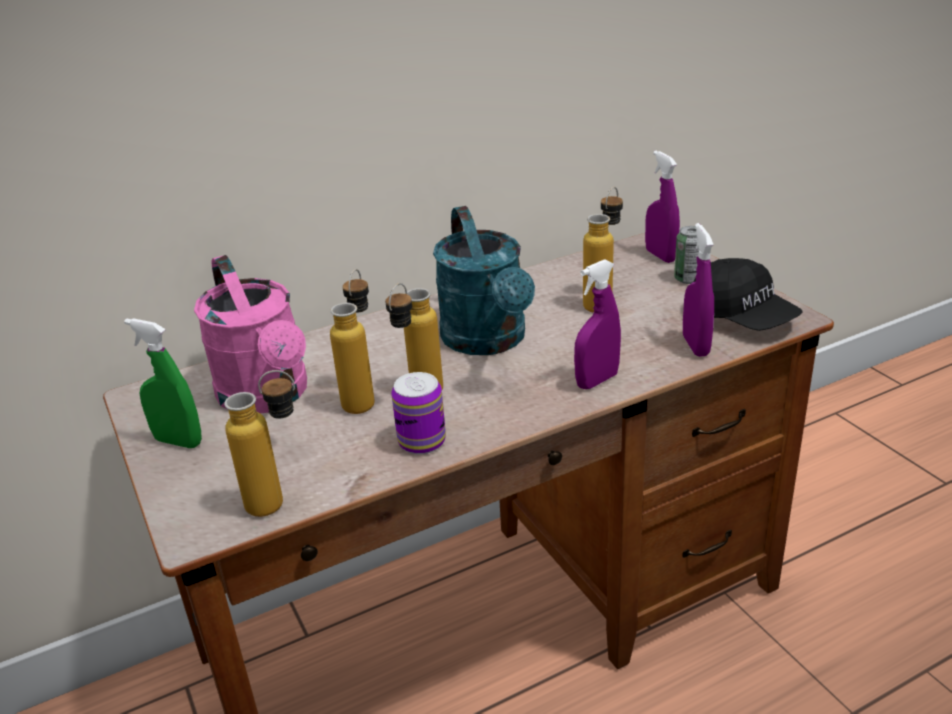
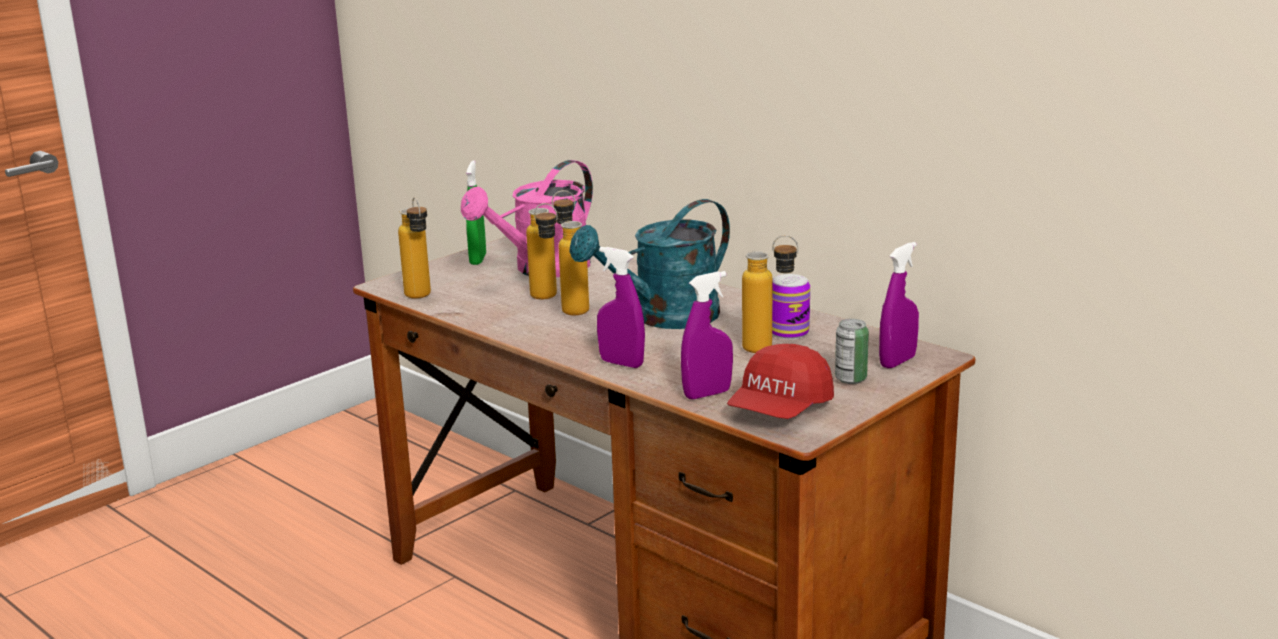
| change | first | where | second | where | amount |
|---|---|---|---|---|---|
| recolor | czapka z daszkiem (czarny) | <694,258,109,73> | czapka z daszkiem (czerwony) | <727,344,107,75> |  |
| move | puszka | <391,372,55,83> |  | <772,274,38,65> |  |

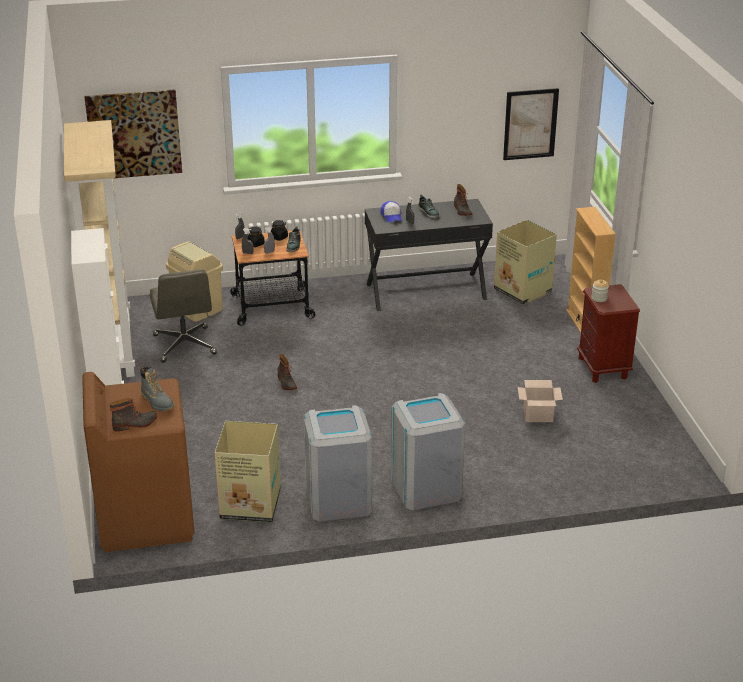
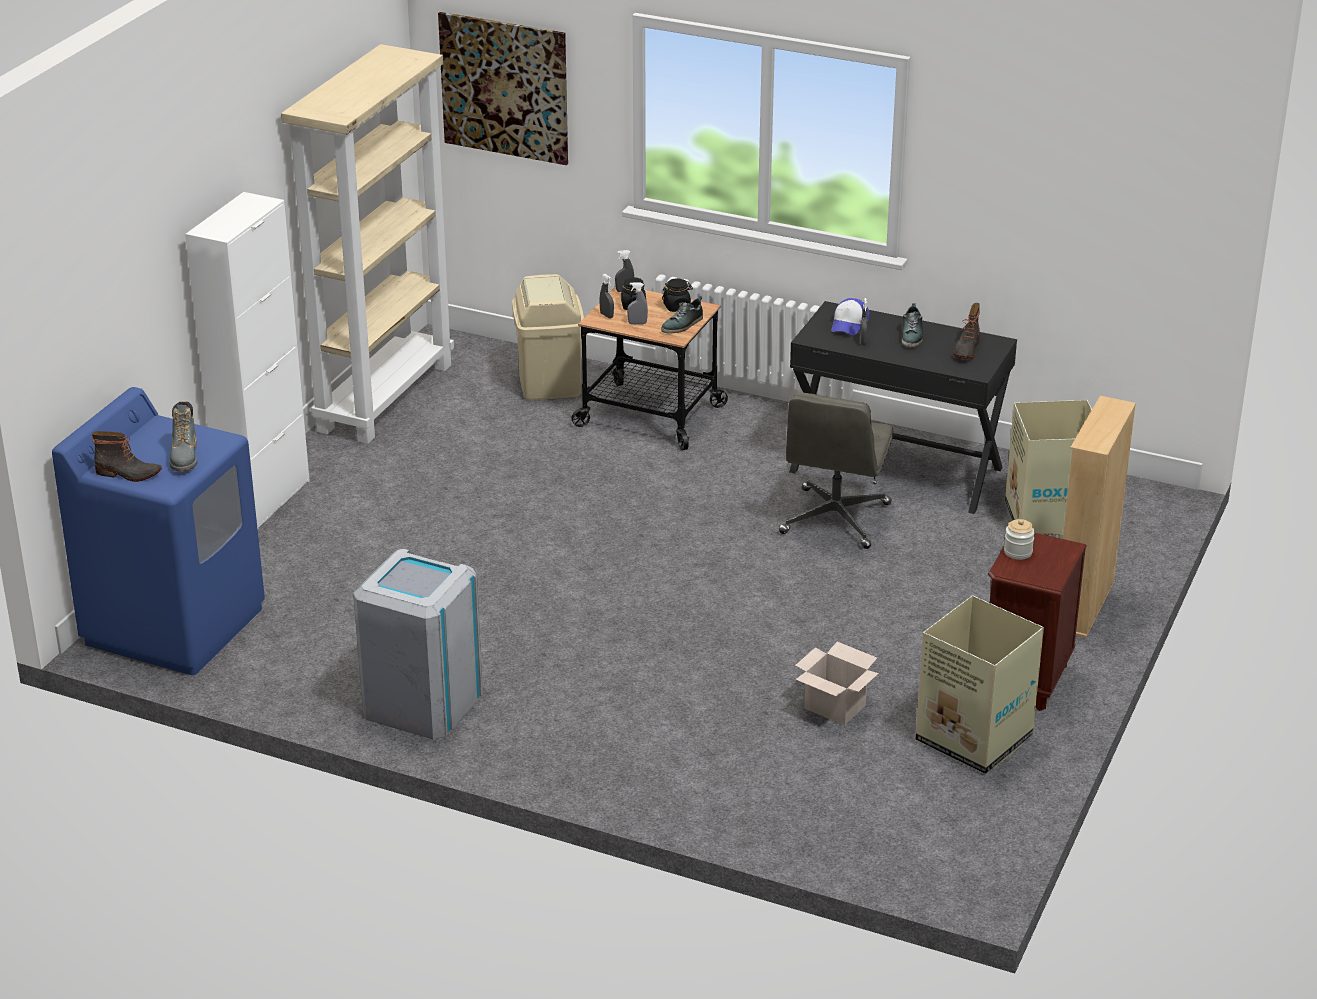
| change | first | where | second | where | amount |
|---|---|---|---|---|---|
| delete | obraz | <503,88,56,72> |  |  |  |
| move | krzesło biurowe (szary) | <150,269,67,94> |  | <779,392,115,157> |  |
| delete | but z cholewką | <277,354,20,36> |  |  |  |
| recolor | pralka (brązowy) | <82,372,113,180> | pralka (niebieski) | <52,387,213,288> |  |
| delete | kosz na śmieci (szary) | <391,393,74,118> |  |  |  |
| move | karton | <215,421,66,101> |  | <916,596,128,178> |  |

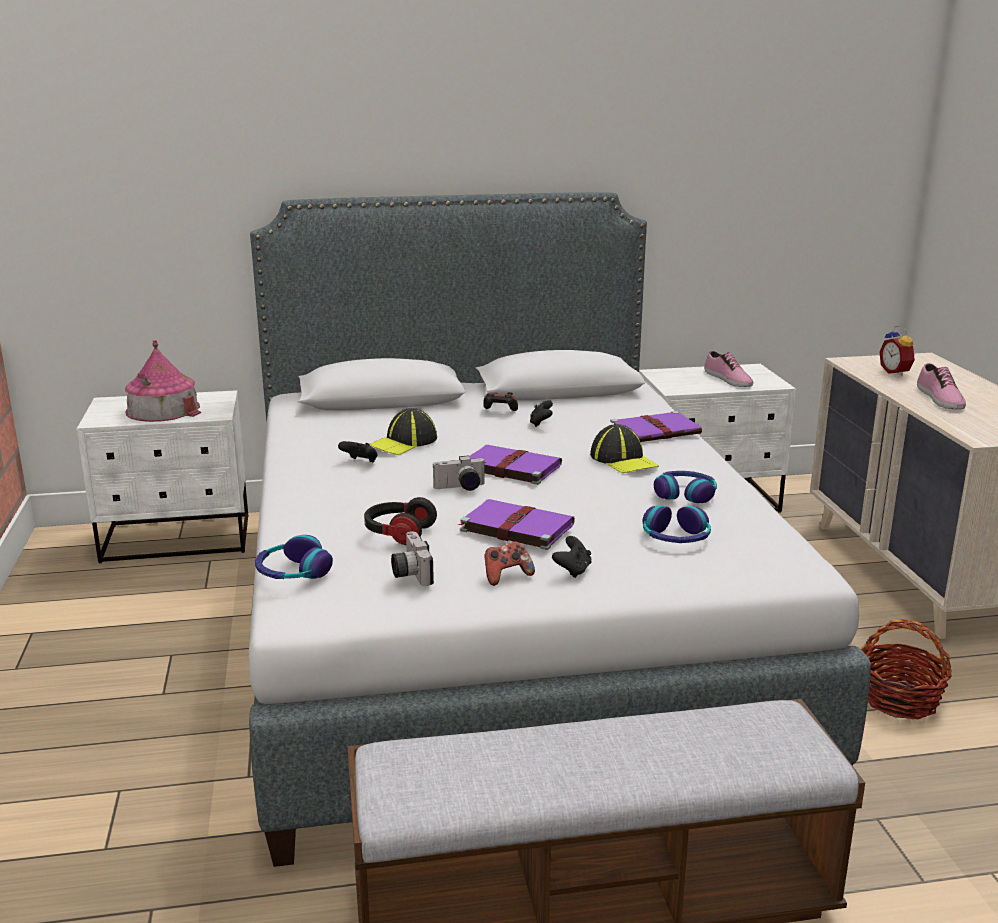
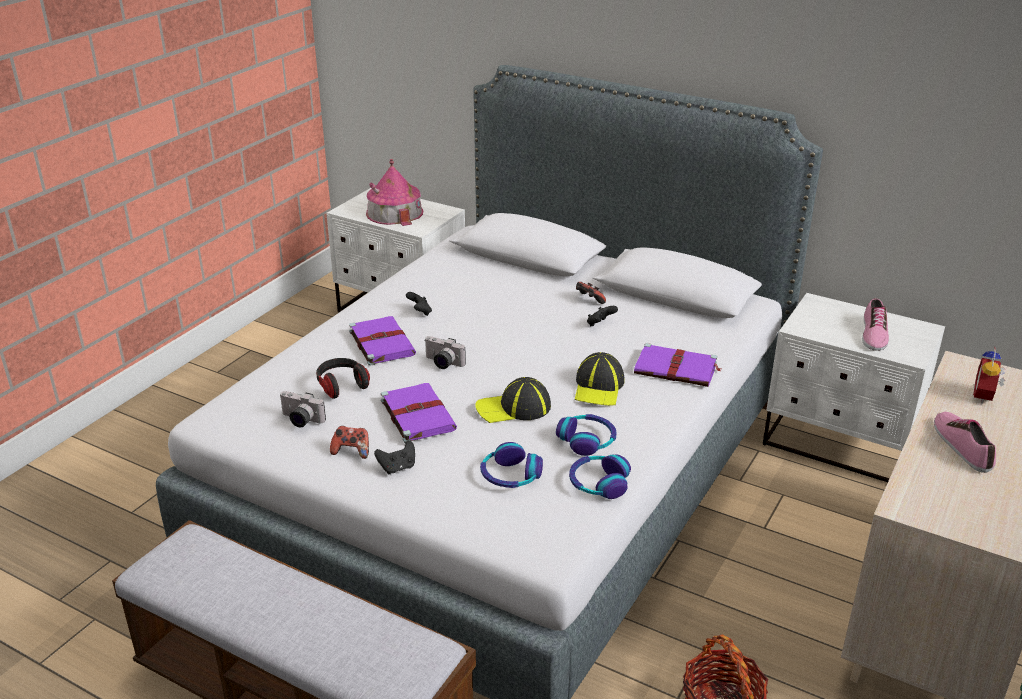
| change | first | where | second | where | amount |
|---|---|---|---|---|---|
| rotate | but | <917,363,49,47> |  | <934,412,62,61> | 135 degrees clockwise |
| move | czapka z daszkiem | <370,408,67,47> |  | <475,377,76,46> |  |
| move | książka (fioletowy) | <469,445,93,40> |  | <349,316,67,50> |  |
| rotate | aparat fotograficzny | <391,531,43,55> |  | <280,391,46,36> | 90 degrees counterclockwise |
| move | słuchawki | <255,535,78,44> |  | <569,455,62,44> |  |

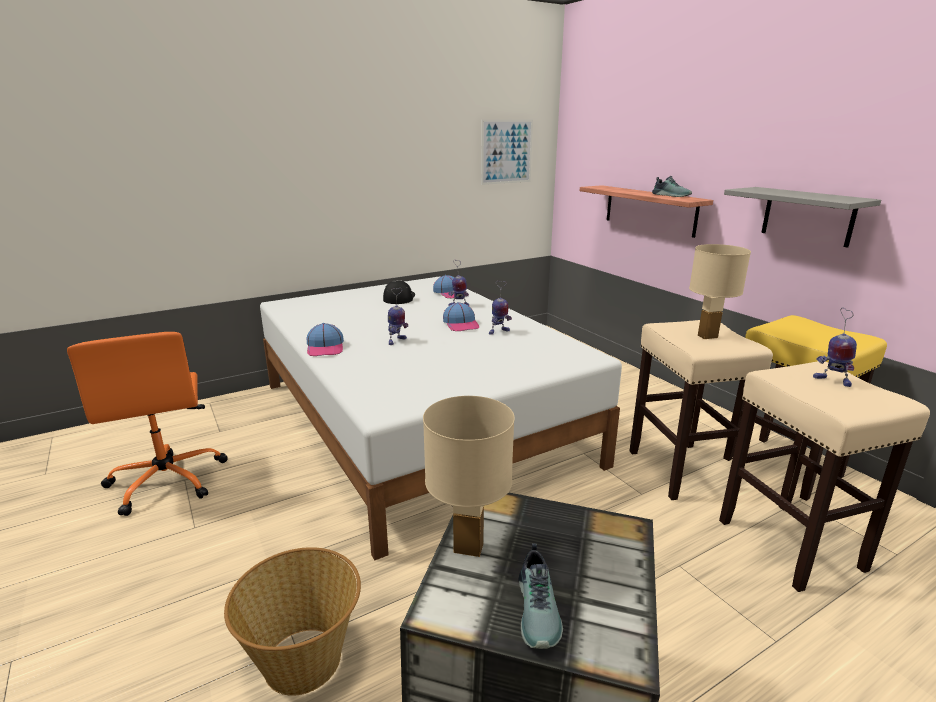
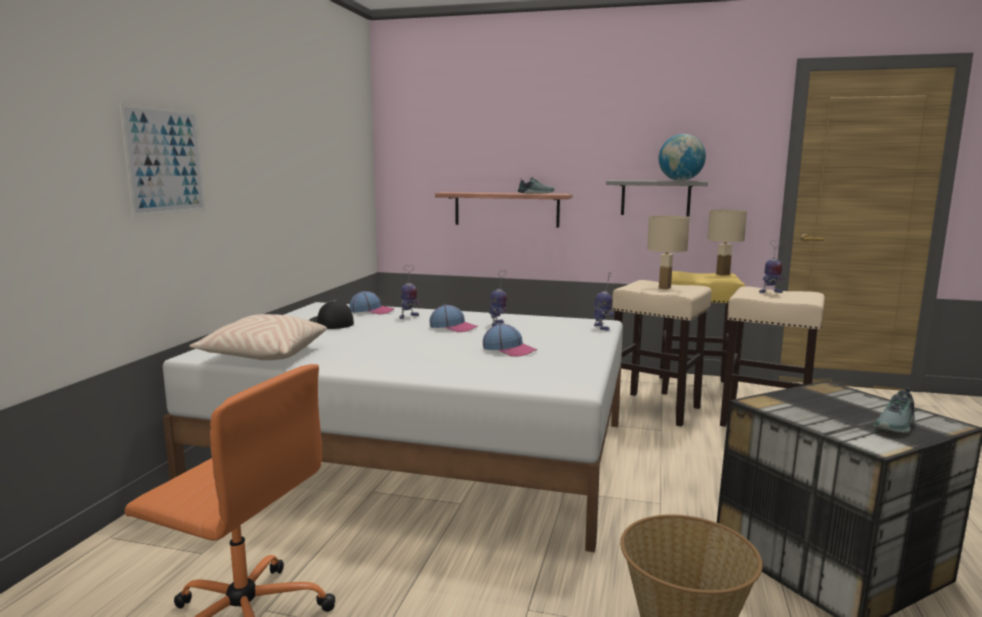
| change | first | where | second | where | amount |
|---|---|---|---|---|---|
| move | obraz | <481,119,52,66> |  | <119,103,87,114> |  |
| move | robot zabawkowy | <388,288,20,57> |  | <593,272,21,59> |  |
| move | czapka z daszkiem | <306,323,38,33> |  | <483,323,54,34> |  |
| move | lampa stołowa (beżowy) | <423,396,92,161> |  | <707,209,40,67> |  |
| rotate | but | <518,543,45,106> |  | <873,387,42,46> | 90 degrees clockwise |
| insert |  |  | globus | <659,134,47,47> |  |
| insert |  |  | poduszka (beżowy) | <190,314,137,46> |  |

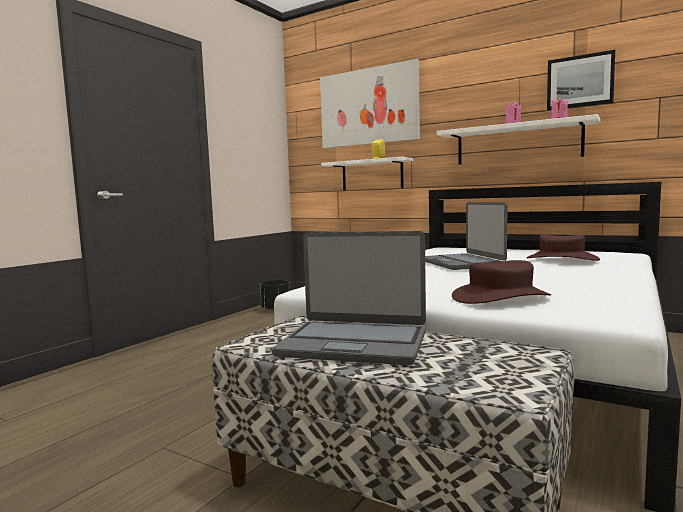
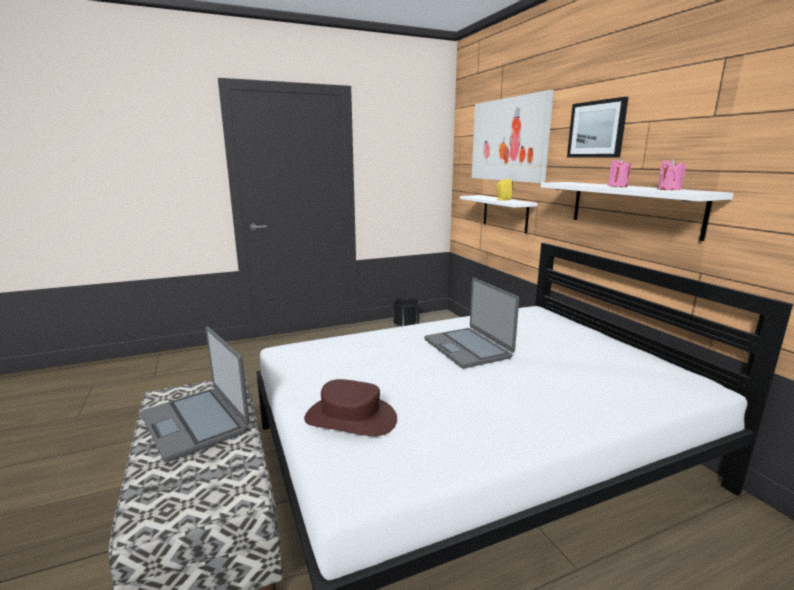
| change | first | where | second | where | amount |
|---|---|---|---|---|---|
| move | obraz | <547,50,68,60> |  | <567,97,62,60> |  |
| rotate | laptop | <425,202,83,68> |  | <425,278,94,91> | 45 degrees counterclockwise |
| delete | kapelusz (brązowy) | <526,235,74,26> |  |  |  |

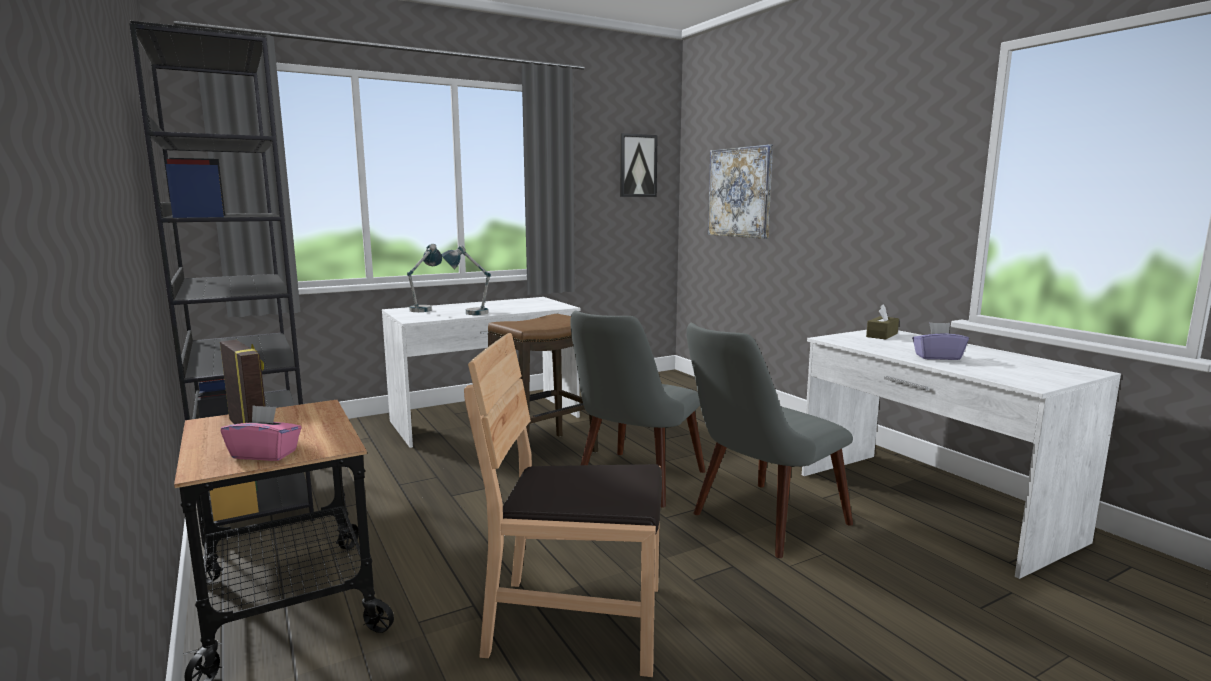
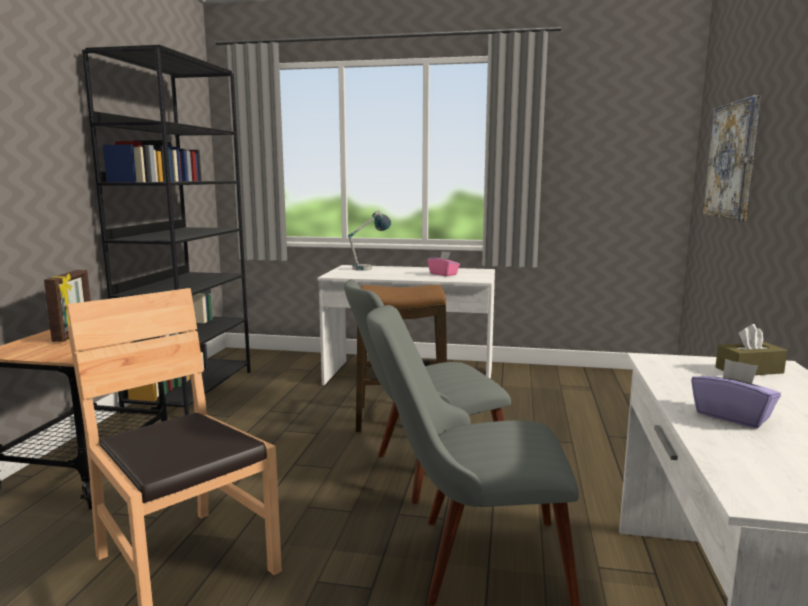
| change | first | where | second | where | amount |
|---|---|---|---|---|---|
| delete | obraz | <620,133,38,64> |  |  |  |
| delete | lampa stołowa | <441,245,50,70> |  |  |  |
| move | pudełko chusteczek (różowy) | <221,405,81,56> |  | <427,251,33,25> |  |

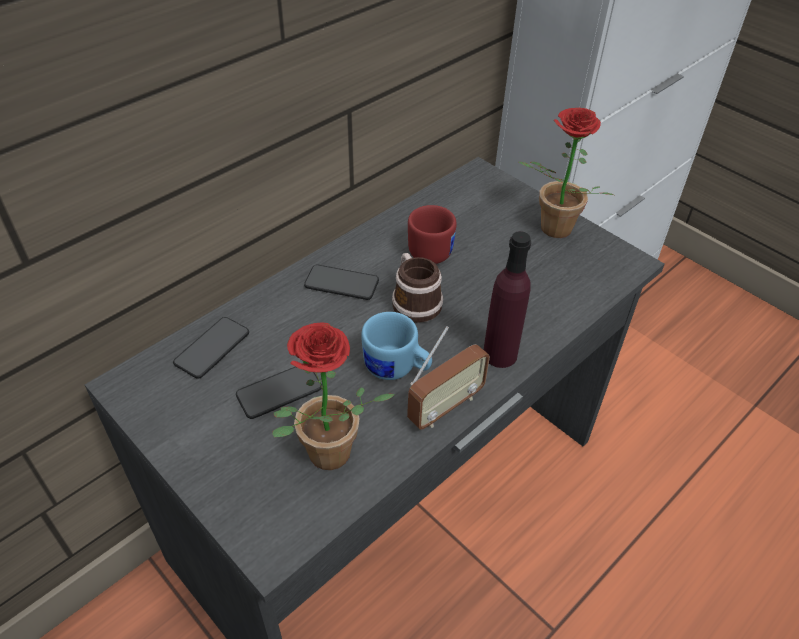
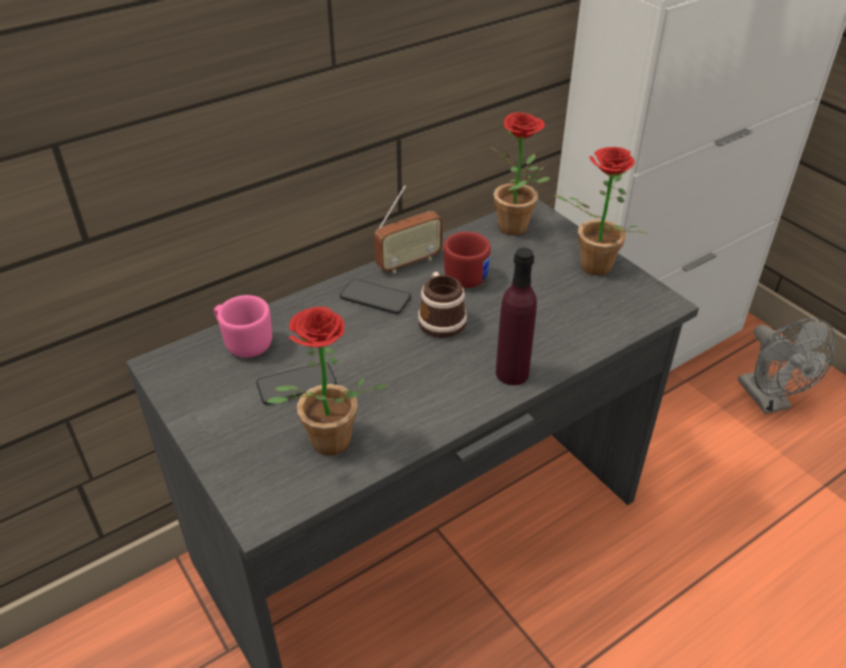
| change | first | where | second | where | amount |
|---|---|---|---|---|---|
| delete | kubek (niebieski) | <361,312,71,68> |  |  |  |
| replace | telefon | <173,317,76,62> | kubek (różowy) | <214,295,58,63> |  |
| move | radio | <407,326,83,104> |  | <374,185,69,88> |  |
| insert |  |  | roślina doniczkowa | <491,112,59,124> |  |
| insert |  |  | wentylator (szary) | <738,318,98,96> |  |

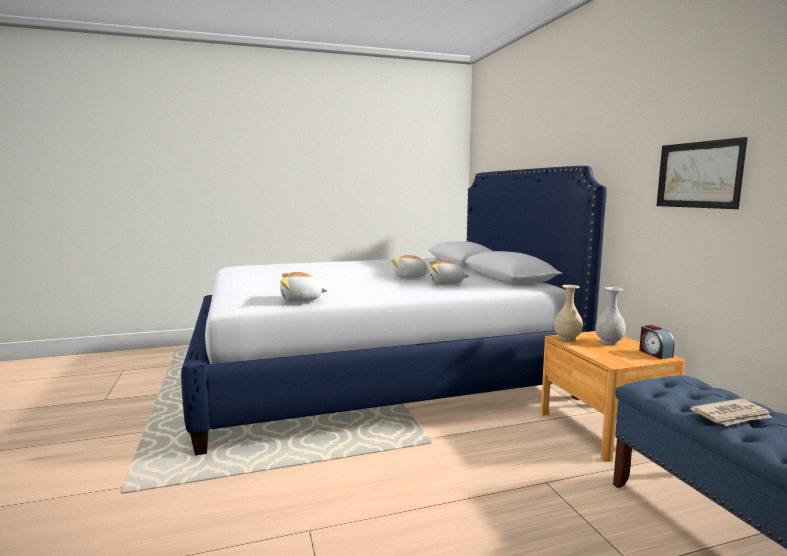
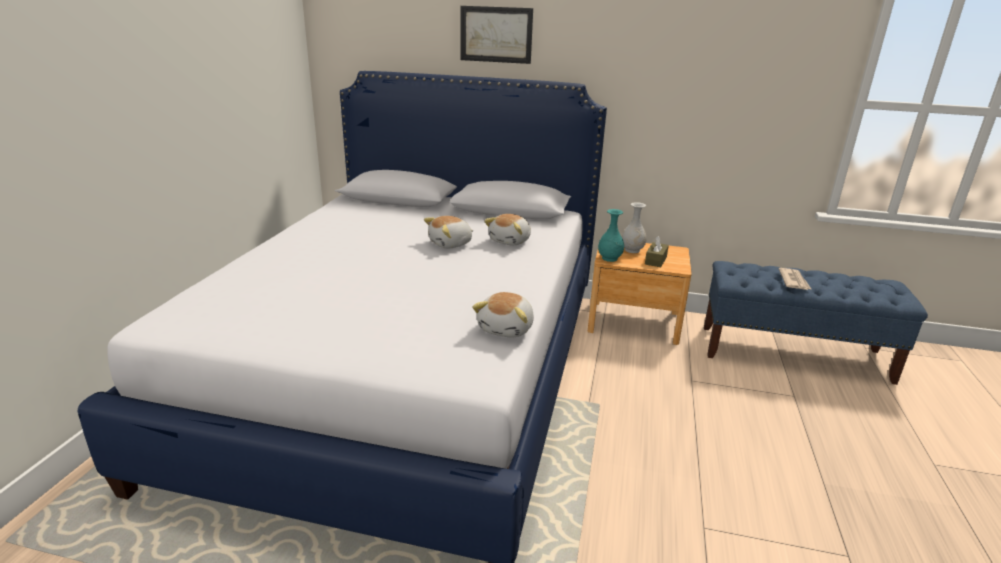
| change | first | where | second | where | amount |
|---|---|---|---|---|---|
| move | obraz | <657,137,91,72> |  | <460,6,73,58> |  |
| recolor | wazon (beżowy) | <554,285,29,56> | wazon (turkusowy) | <598,209,26,53> |  |
| delete | budzik | <639,325,36,34> |  |  |  |
| insert |  |  | pudełko chusteczek (brązowy) | <645,236,24,31> |  |

